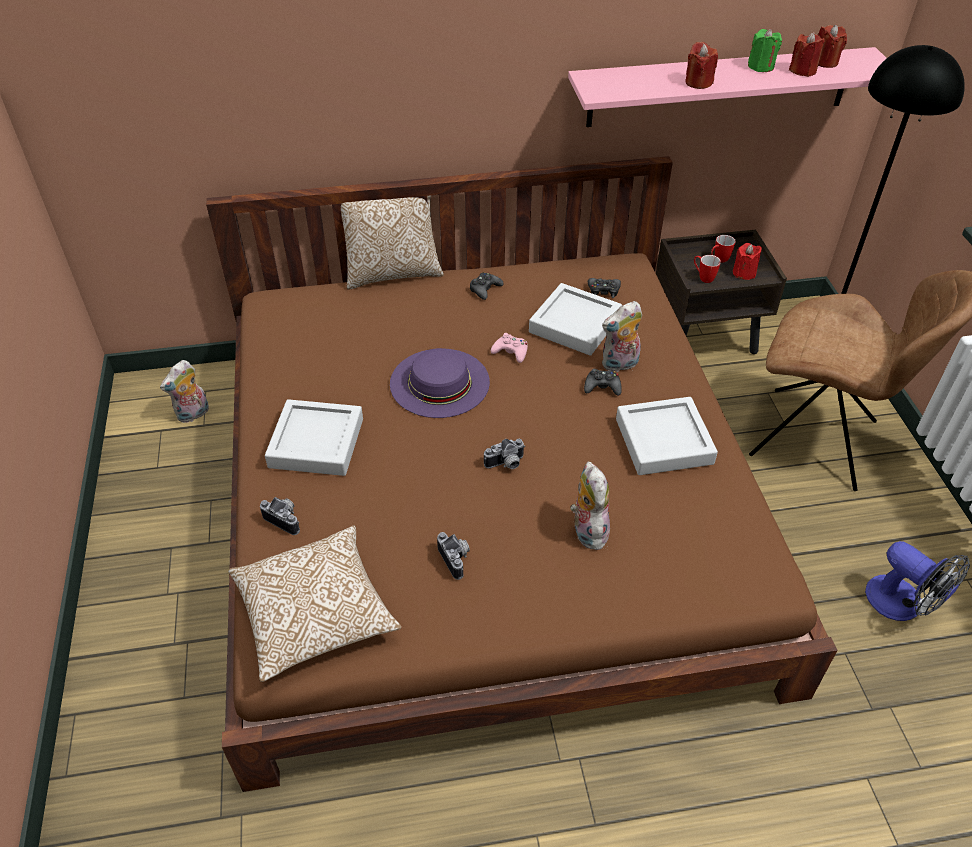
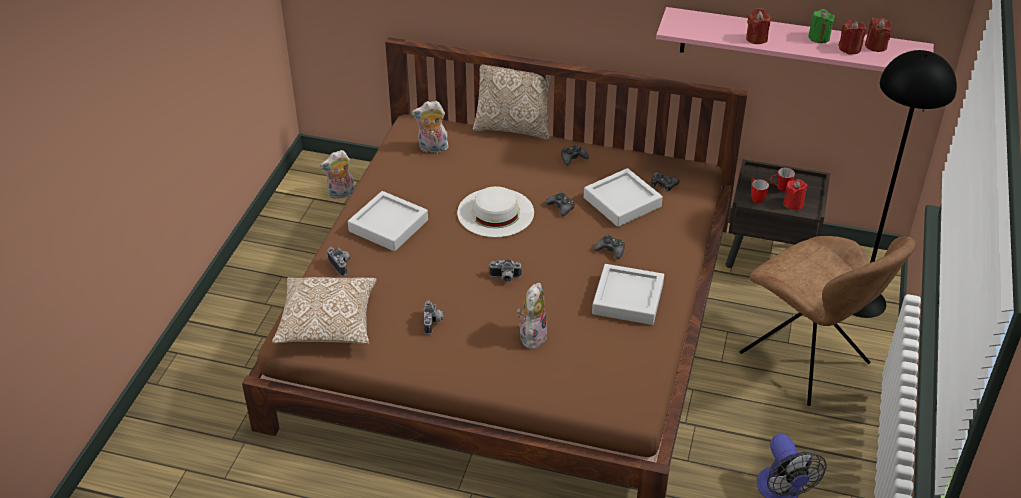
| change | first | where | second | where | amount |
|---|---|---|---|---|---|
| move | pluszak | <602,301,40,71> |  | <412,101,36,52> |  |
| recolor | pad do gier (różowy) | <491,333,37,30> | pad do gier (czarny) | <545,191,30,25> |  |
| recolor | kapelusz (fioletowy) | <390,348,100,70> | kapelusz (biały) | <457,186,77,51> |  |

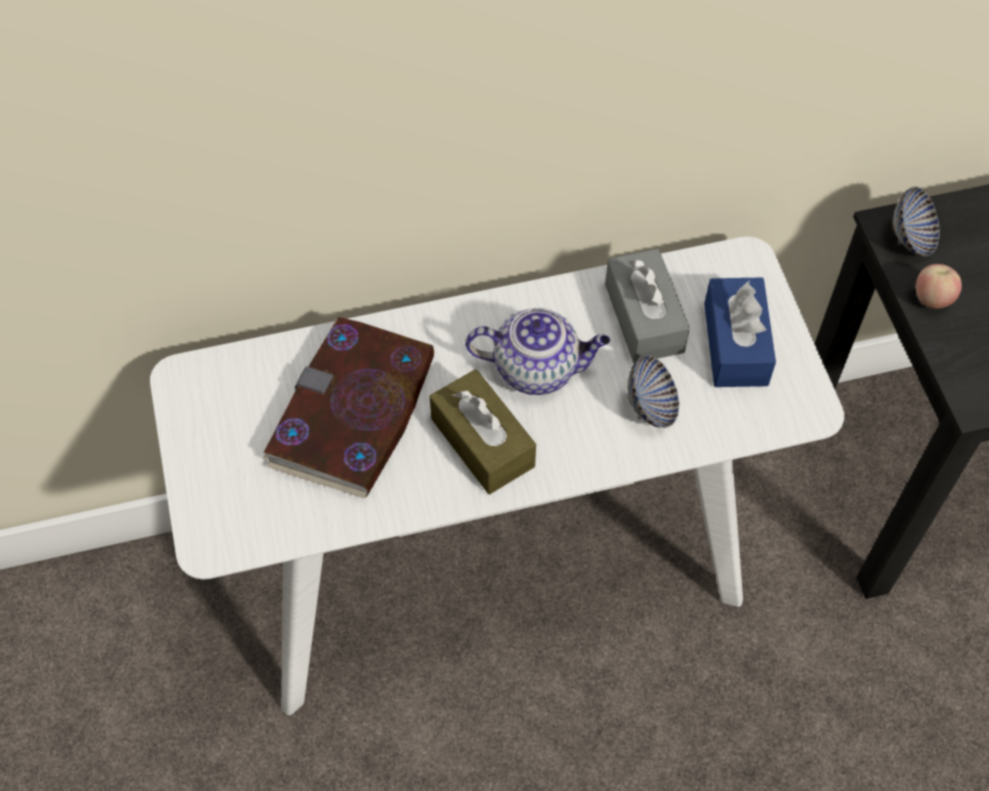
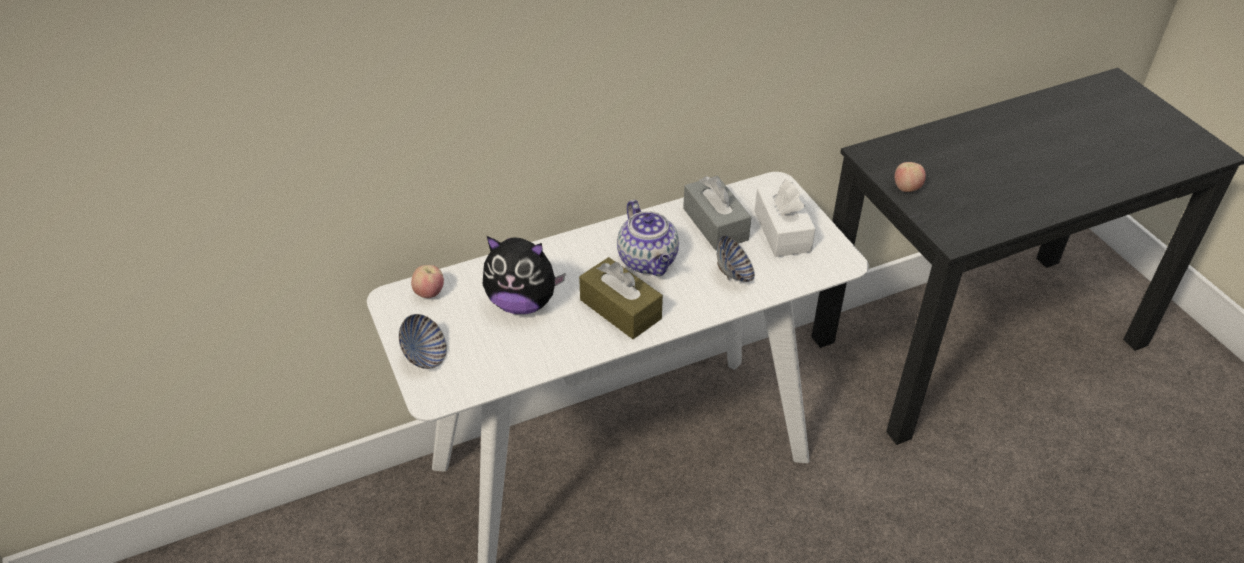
| change | first | where | second | where | amount |
|---|---|---|---|---|---|
| move | miska | <892,187,48,69> |  | <399,314,48,55> |  |
| recolor | pudełko chusteczek (niebieski) | <704,278,72,109> | pudełko chusteczek (biały) | <755,179,61,78> |  |
| rotate | imbryk | <465,308,145,87> |  | <617,200,62,76> | 75 degrees clockwise |
| replace | książka | <264,317,170,181> | pluszak | <483,236,83,78> |  |
| insert |  |  | jabłko | <411,265,33,33> |  |

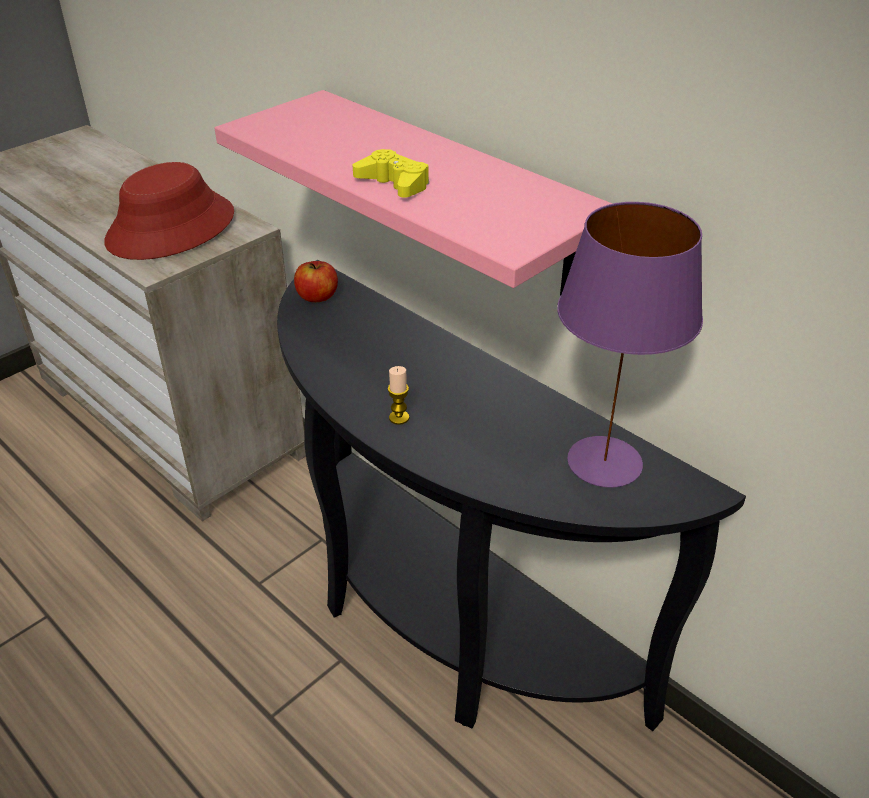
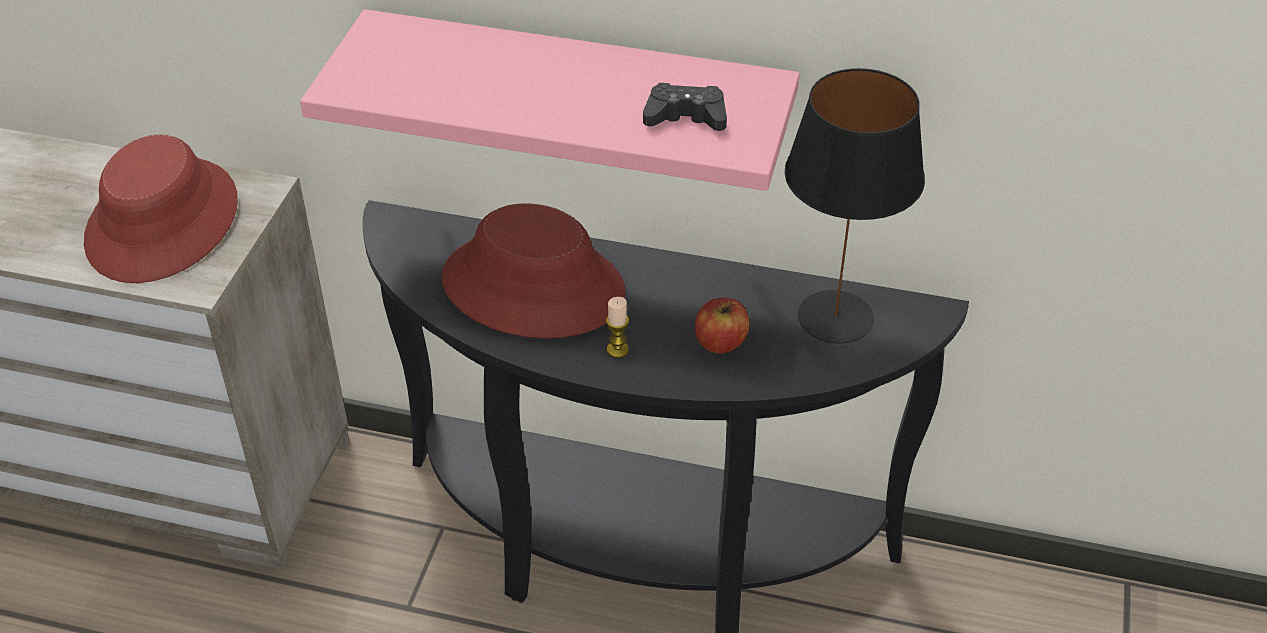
| change | first | where | second | where | amount |
|---|---|---|---|---|---|
| delete | pad do gier (żółty) | <353,149,76,49> |  |  |  |
| recolor | lampa stołowa (fioletowy) | <557,202,146,286> | lampa stołowa (czarny) | <785,68,140,276> |  |
| move | jabłko | <294,261,44,41> |  | <695,297,54,56> |  |
| insert |  |  | pad do gier (czarny) | <643,83,84,48> |  |
| insert |  |  | kapelusz (czerwony) | <442,203,184,135> |  |

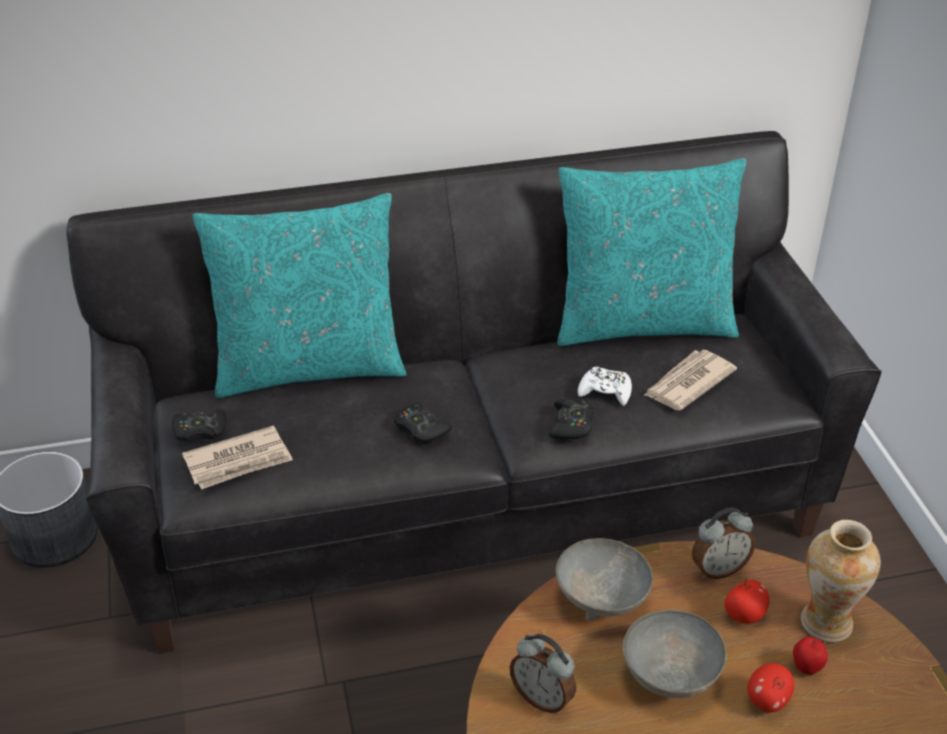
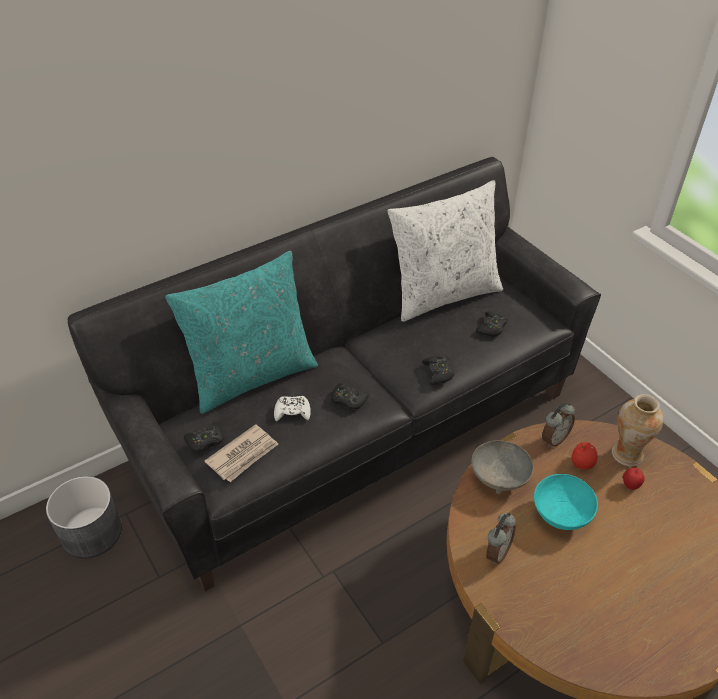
| change | first | where | second | where | amount |
|---|---|---|---|---|---|
| recolor | poduszka (turkusowy) | <558,158,188,188> | poduszka (biały) | <388,180,115,142> |  |
| replace | gazeta | <643,350,94,60> | pad do gier (czarny) | <476,312,31,25> |  |
| move | pad do gier (biały) | <578,367,54,39> |  | <274,396,37,25> |  |
| recolor | miska (szary) | <623,610,104,88> | miska (turkusowy) | <534,474,64,56> |  |
| rotate | budzik | <510,634,66,80> |  | <486,513,30,52> | 75 degrees counterclockwise |
| delete | jabłko | <747,663,47,49> |  |  |  |

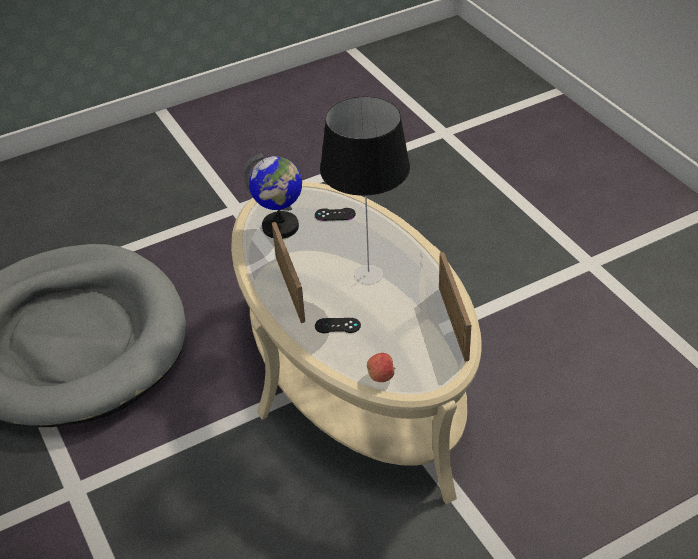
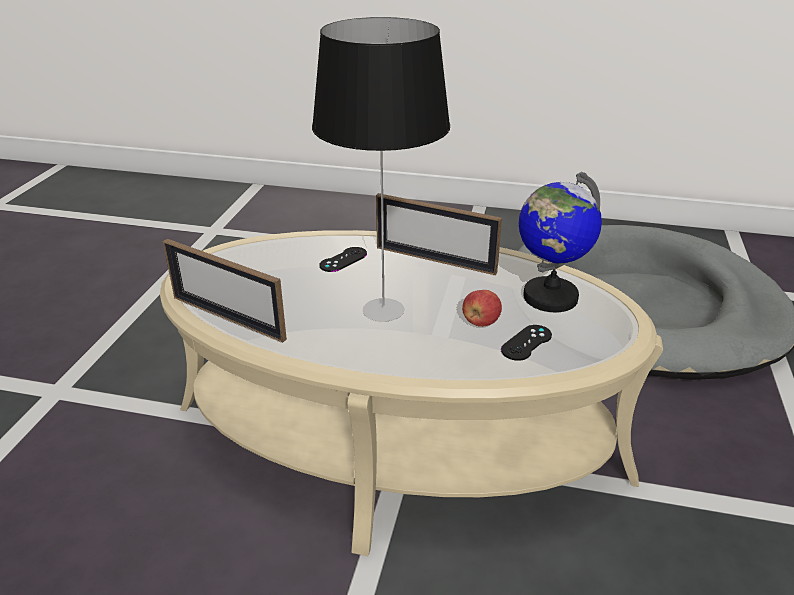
| change | first | where | second | where | amount |
|---|---|---|---|---|---|
| move | jabłko | <367,353,29,29> |  | <462,290,40,37> |  |

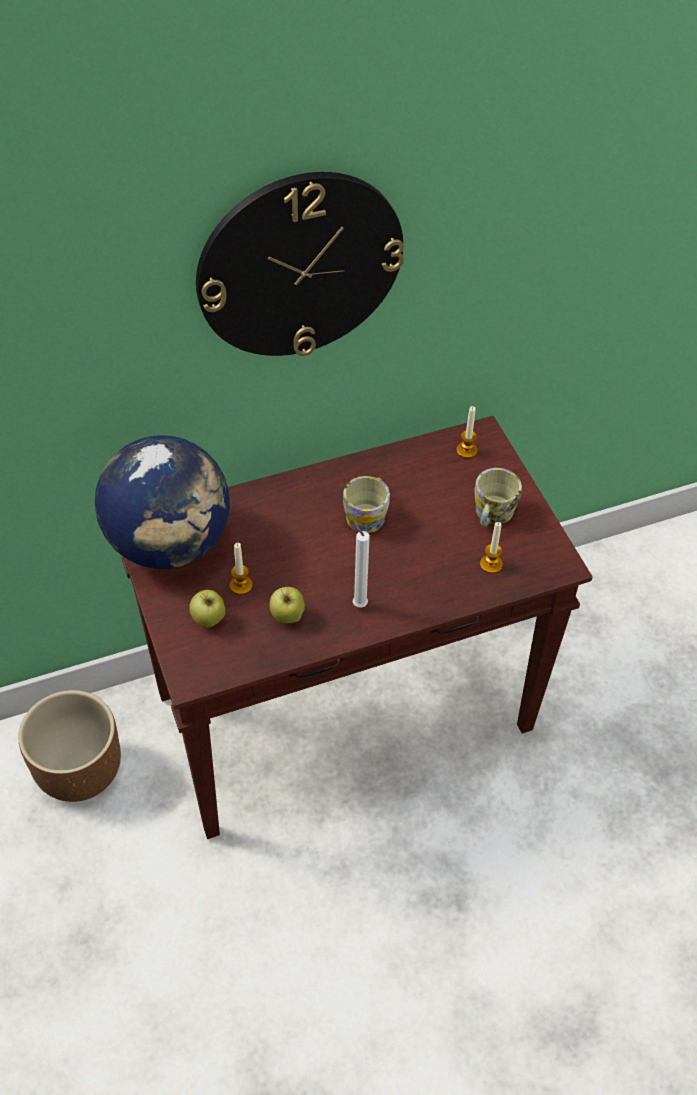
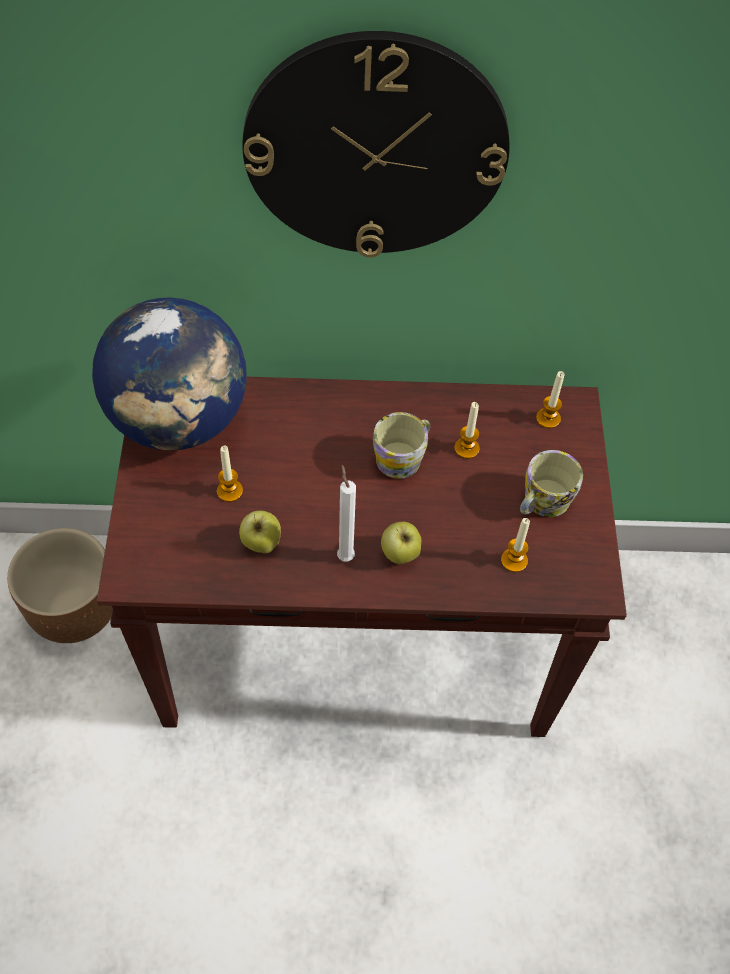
| change | first | where | second | where | amount |
|---|---|---|---|---|---|
| move | jabłko | <189,590,37,37> |  | <381,522,40,42> |  |
| insert |  |  | świeca | <454,402,26,57> |  |

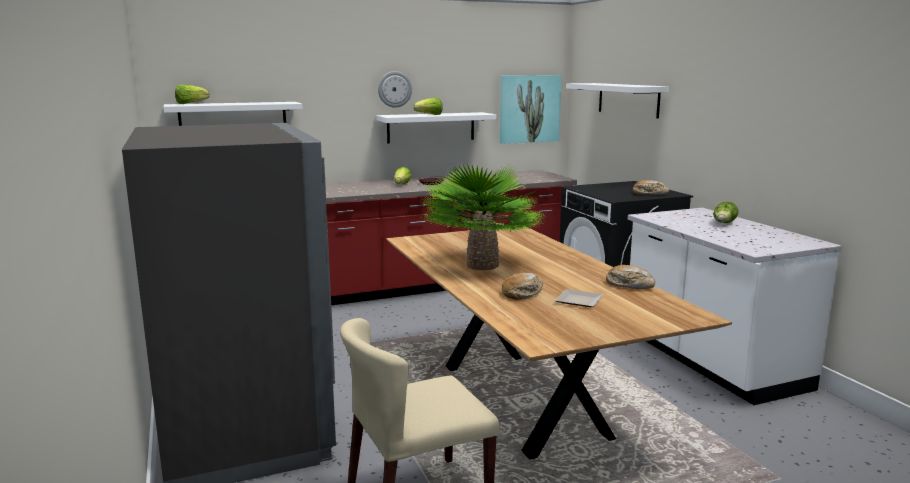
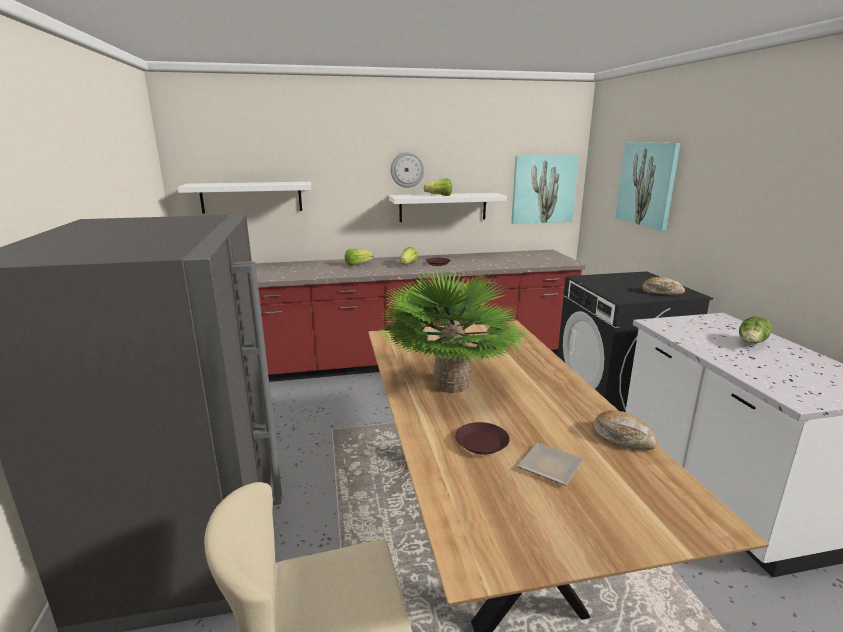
| change | first | where | second | where | amount |
|---|---|---|---|---|---|
| replace | półka (biały) | <566,83,103,35> | obraz | <615,142,65,89> |  |
| move | sałata | <175,84,34,20> |  | <345,249,28,17> |  |
| replace | chleb | <502,273,41,27> | talerz (brązowy) | <455,422,55,33> |  |

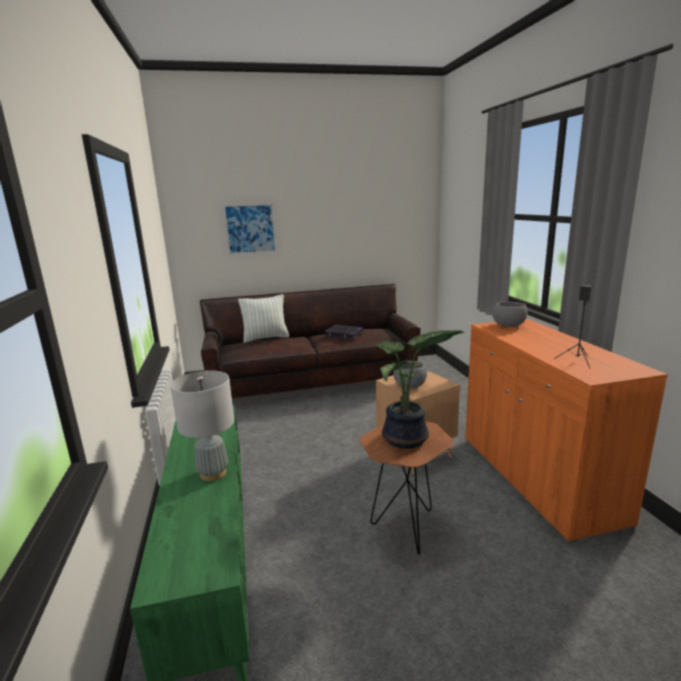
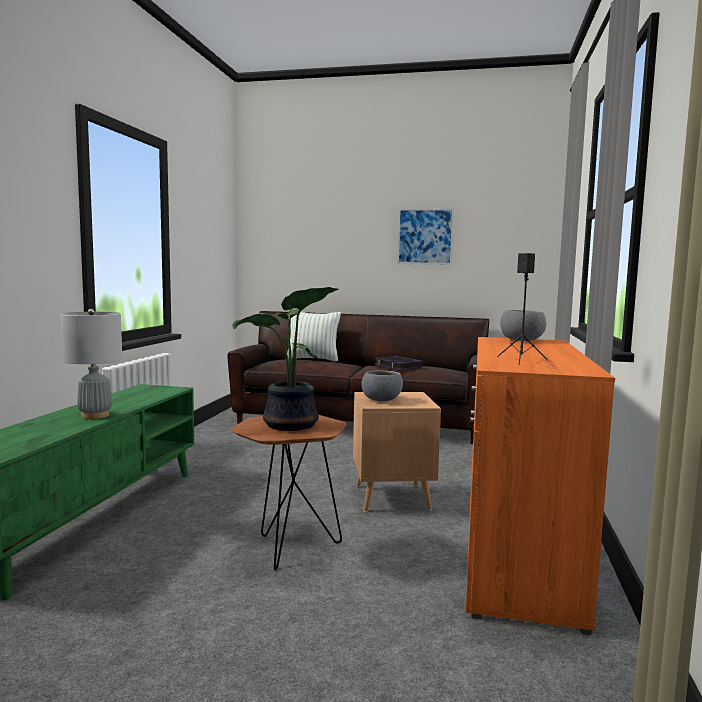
| change | first | where | second | where | amount |
|---|---|---|---|---|---|
| move | obraz | <223,203,53,52> |  | <397,208,57,57> |  |

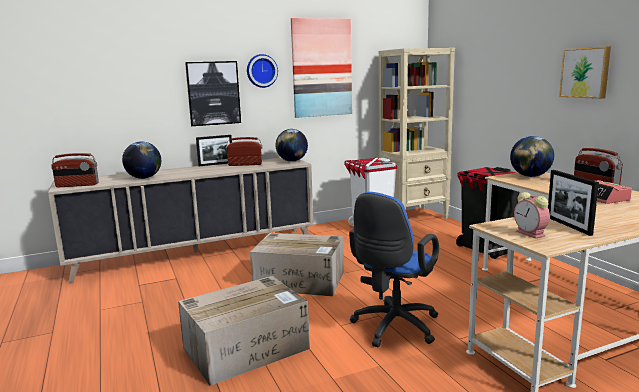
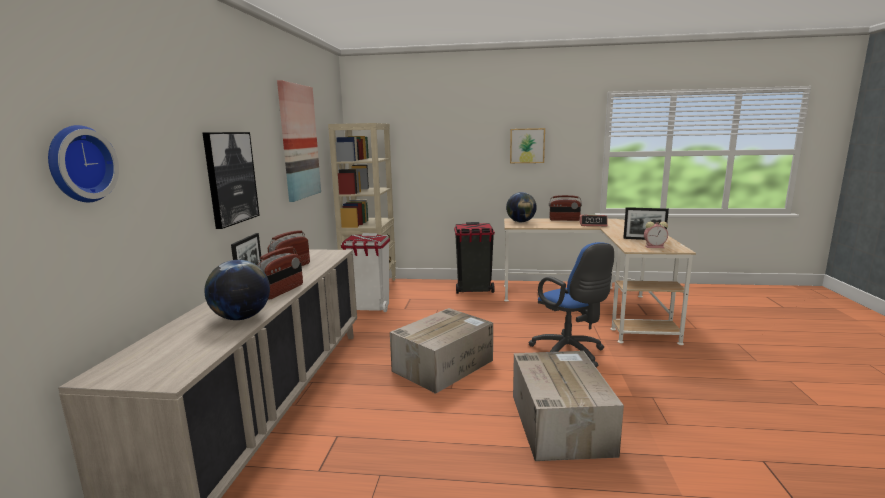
| change | first | where | second | where | amount |
|---|---|---|---|---|---|
| move | zegar ścienny | <247,54,31,34> |  | <48,125,71,77> |  |
| delete | globus | <276,129,32,33> |  |  |  |
| move | radio | <51,153,48,34> |  | <257,247,46,53> |  |

